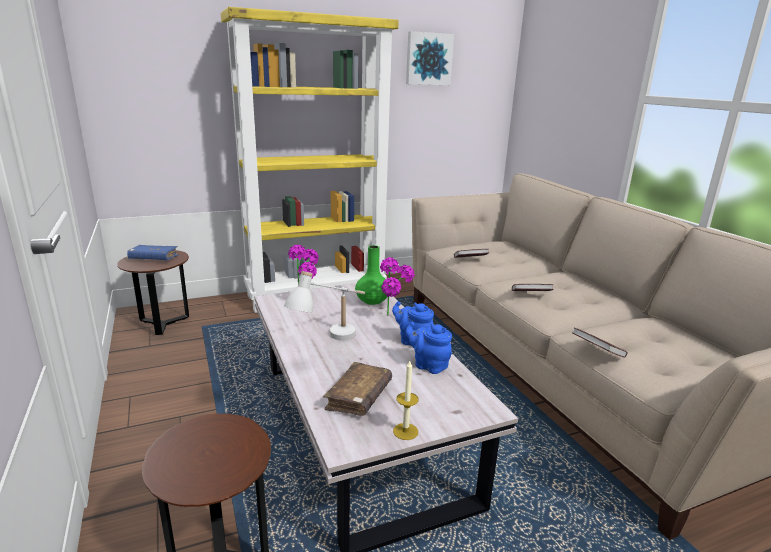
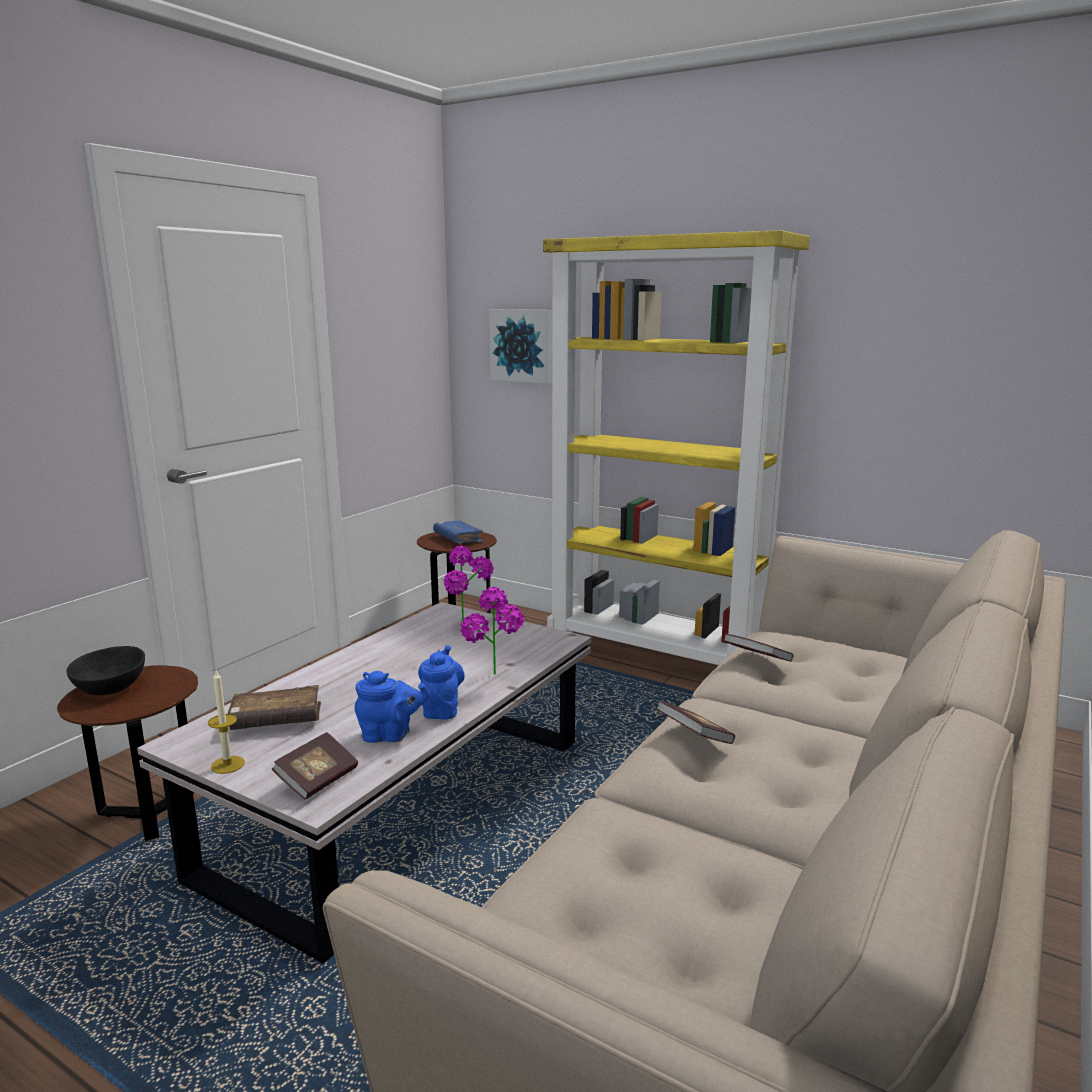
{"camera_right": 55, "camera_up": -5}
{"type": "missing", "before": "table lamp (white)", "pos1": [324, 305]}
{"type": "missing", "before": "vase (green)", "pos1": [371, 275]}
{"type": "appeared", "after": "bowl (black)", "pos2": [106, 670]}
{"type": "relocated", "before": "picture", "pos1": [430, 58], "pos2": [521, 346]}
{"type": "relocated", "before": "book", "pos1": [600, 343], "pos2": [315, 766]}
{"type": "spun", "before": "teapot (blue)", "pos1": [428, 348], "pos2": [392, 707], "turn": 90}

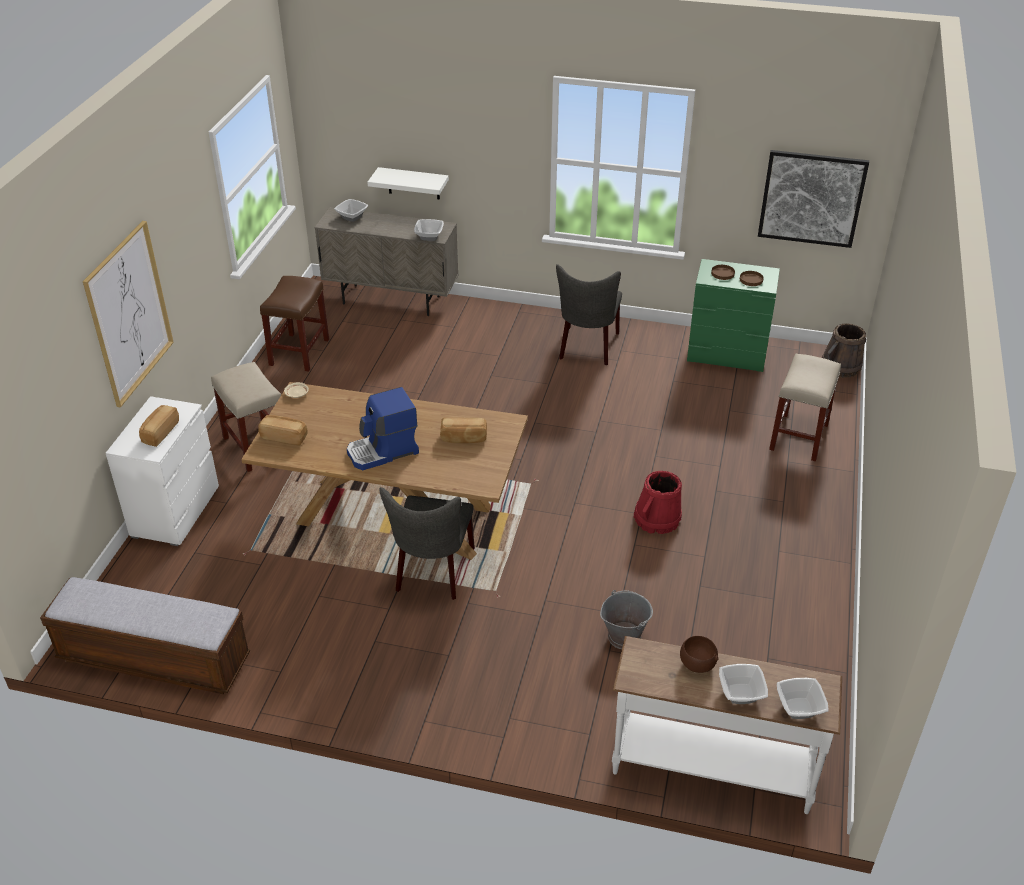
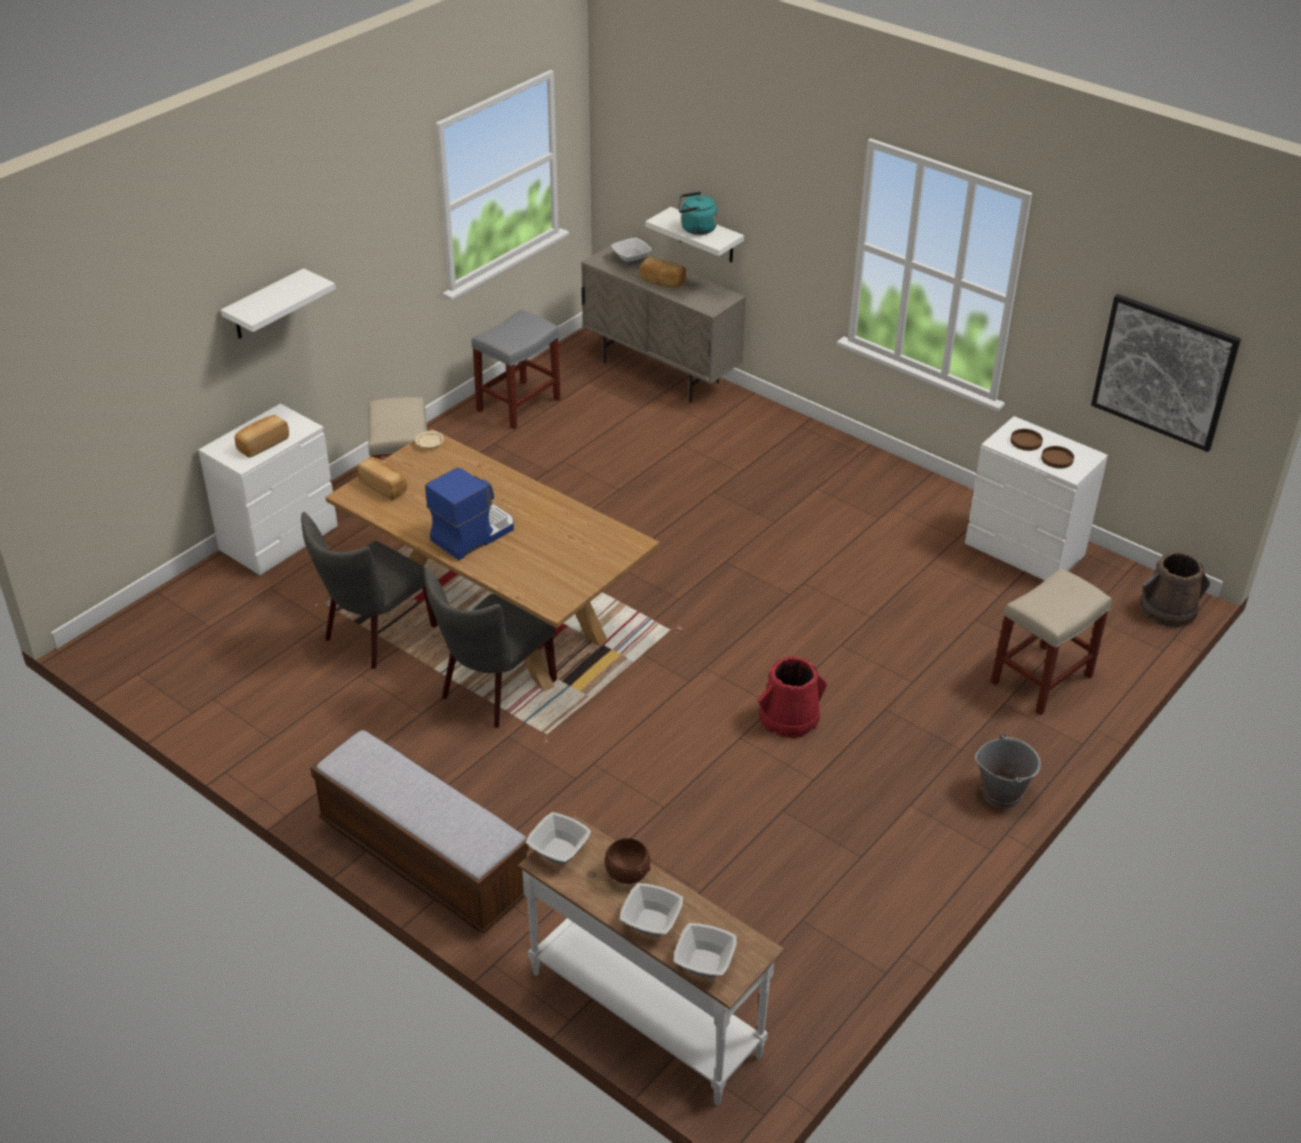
{"camera_right": 25, "camera_up": 0}
{"type": "appeared", "after": "kettle (turquoise)", "pos2": [697, 213]}
{"type": "relocated", "before": "bench", "pos1": [145, 635], "pos2": [419, 831]}
{"type": "relocated", "before": "bowl", "pos1": [429, 230], "pos2": [558, 838]}
{"type": "relocated", "before": "bread", "pos1": [463, 430], "pos2": [662, 272]}
{"type": "relocated", "before": "chair (grey)", "pos1": [589, 314], "pos2": [369, 590]}
{"type": "relocated", "before": "bucket (grey)", "pos1": [626, 619], "pos2": [1008, 771]}
{"type": "exchanged", "before": "picture", "after": "shelf (white)", "pos1": [128, 314], "pos2": [278, 303]}
{"type": "colour", "before": "stool (brown)", "after": "stool (grey)", "pos1": [294, 324], "pos2": [516, 369]}
{"type": "colour", "before": "dresser (green)", "after": "dresser (white)", "pos1": [733, 315], "pos2": [1036, 498]}
{"type": "spun", "before": "coffee machine", "pos1": [383, 428], "pos2": [469, 514], "turn": 135}

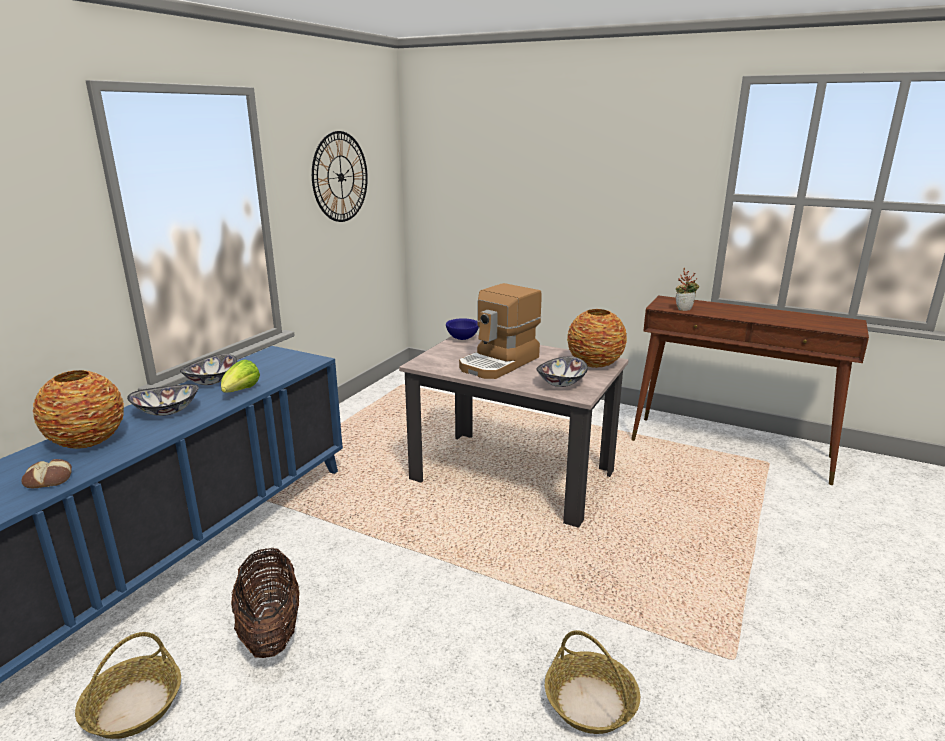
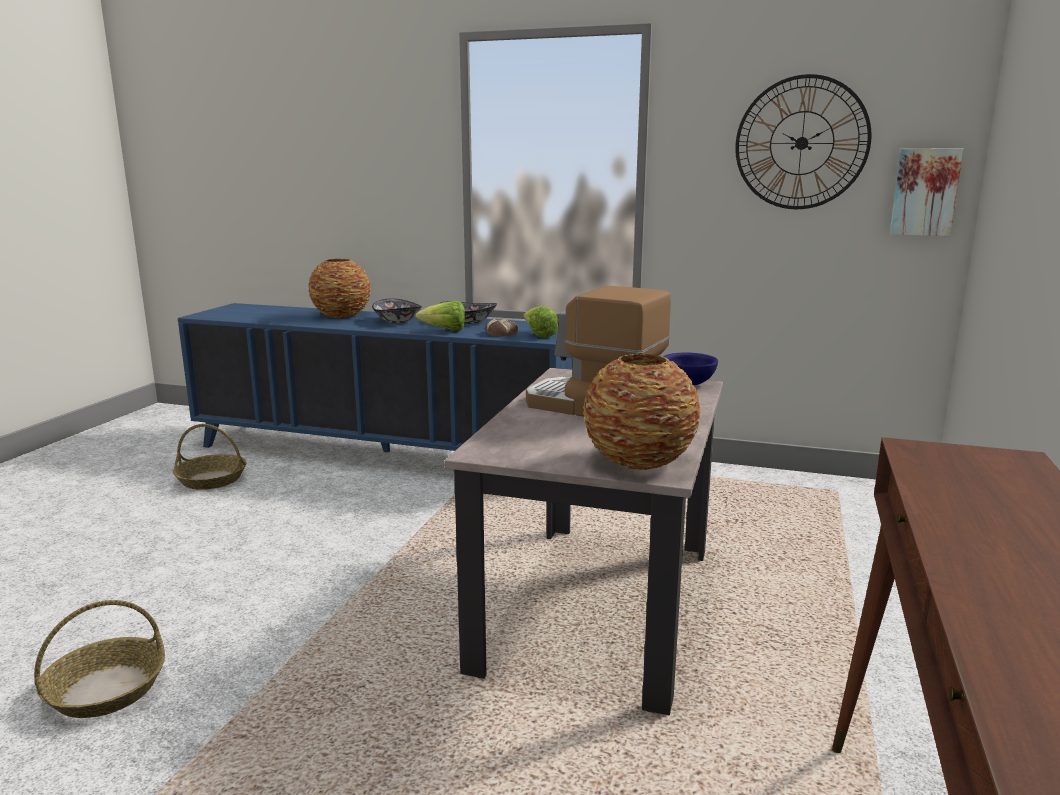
{"camera_right": 80, "camera_up": -5}
{"type": "missing", "before": "basket", "pos1": [265, 603]}
{"type": "missing", "before": "bowl", "pos1": [562, 372]}
{"type": "missing", "before": "potted plant", "pos1": [687, 289]}
{"type": "appeared", "after": "lettuce", "pos2": [540, 322]}
{"type": "appeared", "after": "picture", "pos2": [926, 192]}
{"type": "relocated", "before": "bread", "pos1": [46, 473], "pos2": [501, 327]}

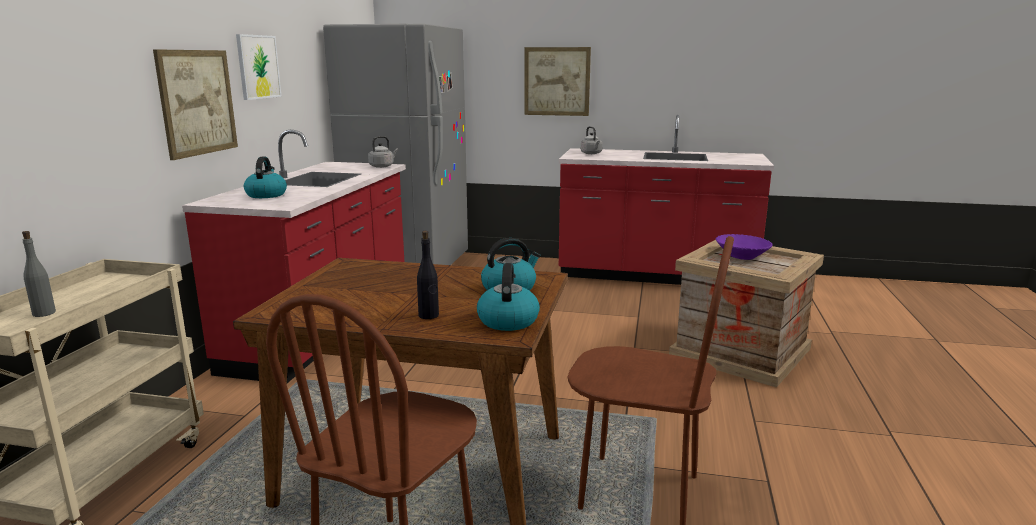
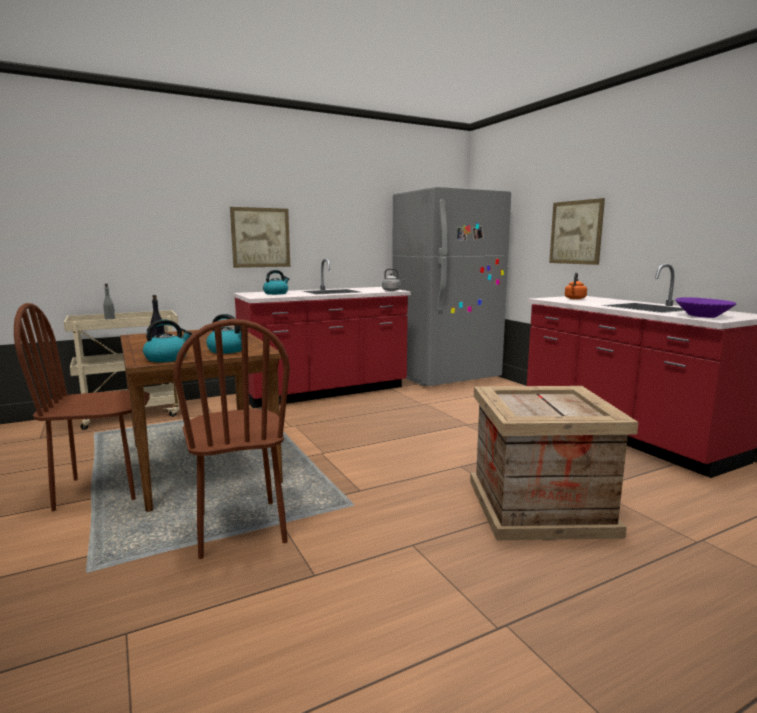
{"camera_right": 50, "camera_up": -5}
{"type": "missing", "before": "picture", "pos1": [259, 67]}
{"type": "relocated", "before": "bowl (purple)", "pos1": [744, 247], "pos2": [705, 307]}
{"type": "colour", "before": "kettle (grey)", "after": "kettle (orange)", "pos1": [591, 140], "pos2": [576, 285]}

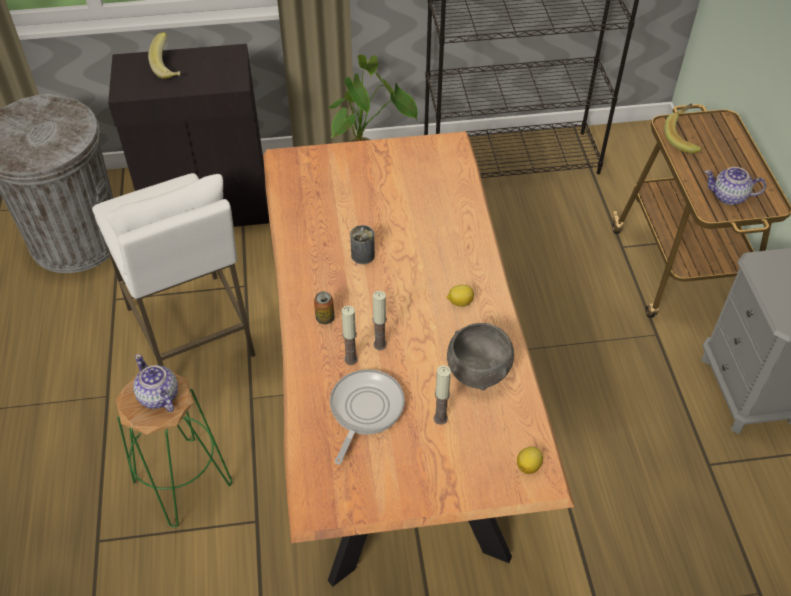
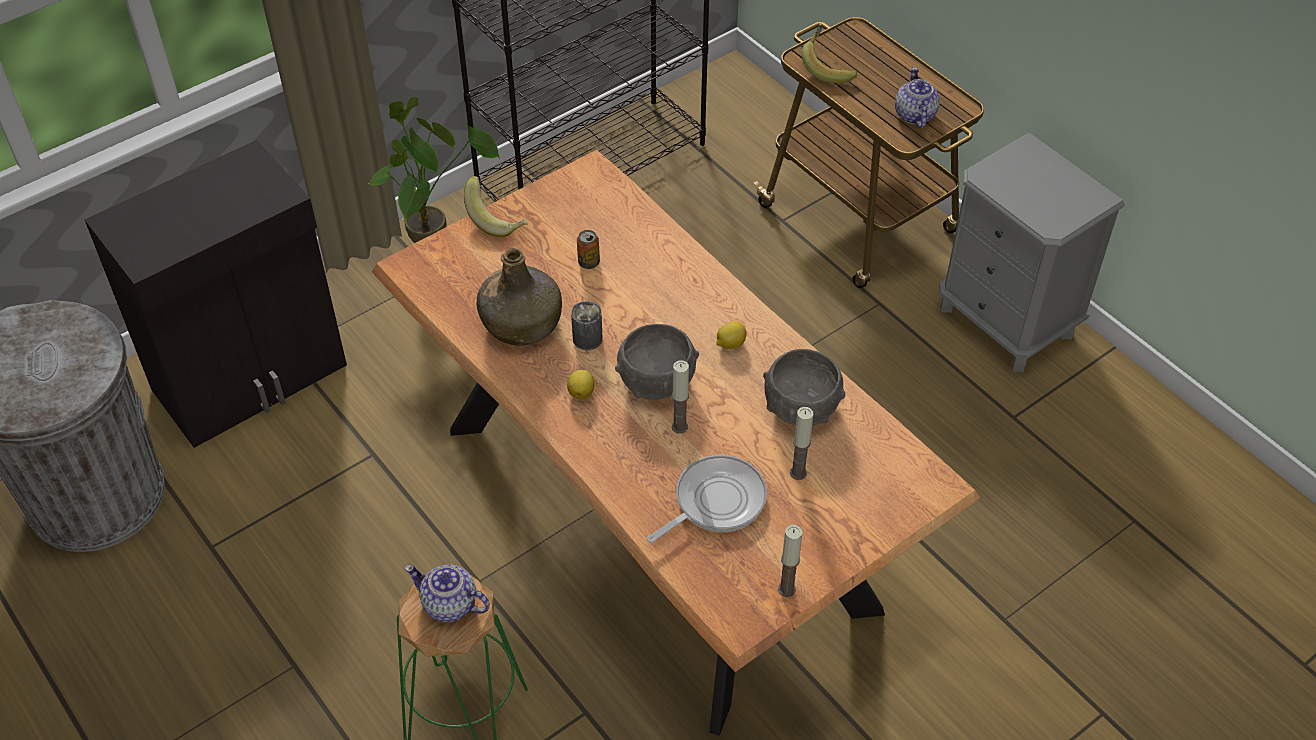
{"camera_right": -30, "camera_up": 0}
{"type": "missing", "before": "stool (white)", "pos1": [174, 269]}
{"type": "appeared", "after": "bottle (green)", "pos2": [519, 297]}
{"type": "appeared", "after": "bowl (grey)", "pos2": [657, 362]}
{"type": "relocated", "before": "banana", "pos1": [164, 55], "pos2": [496, 206]}
{"type": "relocated", "before": "can", "pos1": [324, 307], "pos2": [588, 249]}
{"type": "relocated", "before": "candle", "pos1": [349, 335], "pos2": [790, 561]}
{"type": "relocated", "before": "lemon", "pos1": [530, 460], "pos2": [580, 385]}
{"type": "spun", "before": "frying pan", "pos1": [367, 417], "pos2": [707, 499], "turn": 60}
{"type": "spun", "before": "teapot", "pos1": [735, 186], "pos2": [917, 97], "turn": 105}

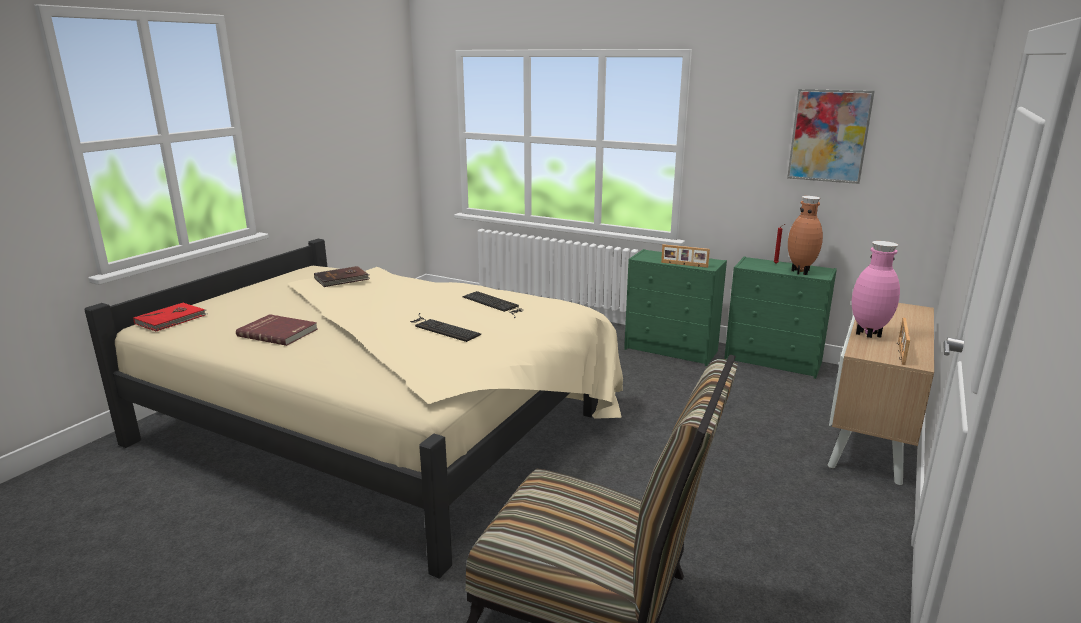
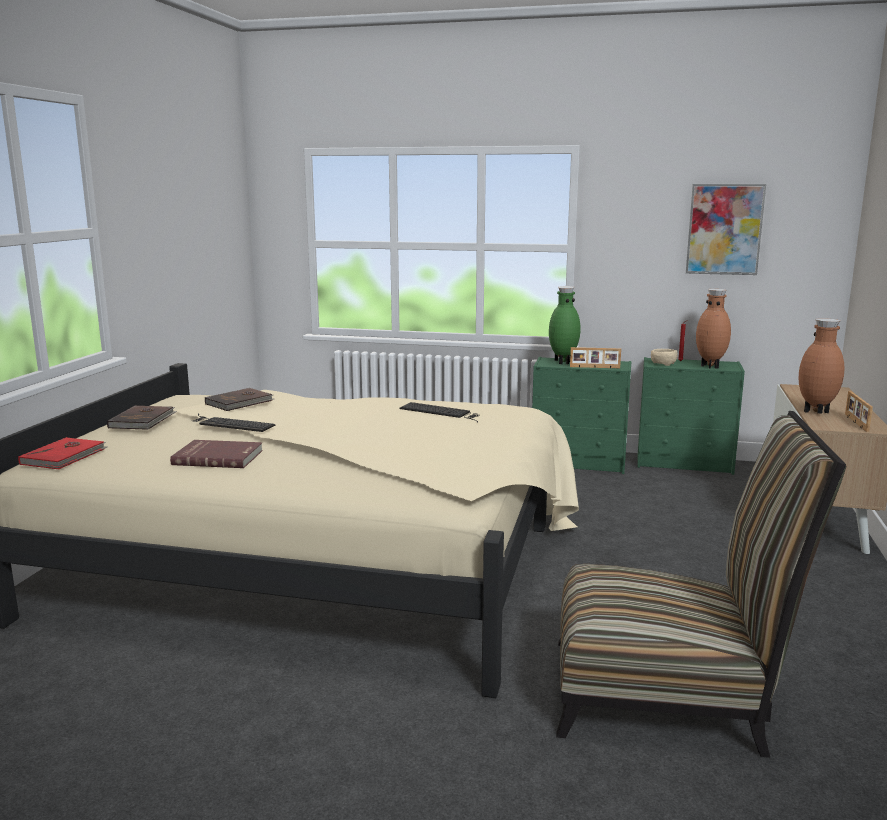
{"camera_right": -15, "camera_up": -5}
{"type": "appeared", "after": "book (brown)", "pos2": [142, 417]}
{"type": "appeared", "after": "vase (green)", "pos2": [564, 325]}
{"type": "appeared", "after": "bowl (beige)", "pos2": [664, 357]}
{"type": "relocated", "before": "keyboard", "pos1": [445, 327], "pos2": [234, 422]}
{"type": "colour", "before": "vase (pink)", "after": "vase (brown)", "pos1": [876, 289], "pos2": [821, 366]}

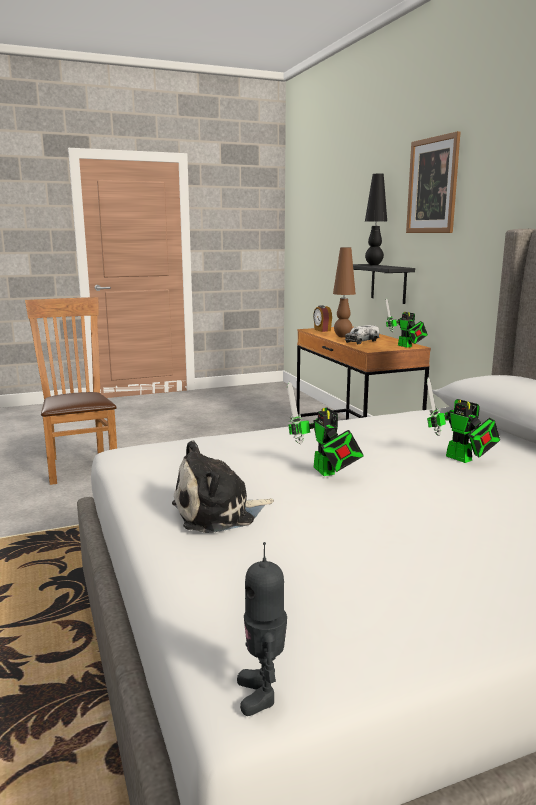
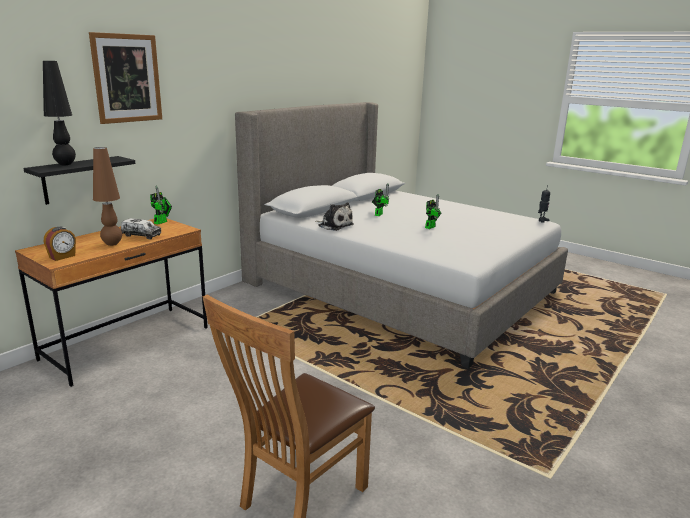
{"camera_right": -120, "camera_up": 5}
{"type": "relocated", "before": "plush toy", "pos1": [223, 486], "pos2": [334, 217]}

